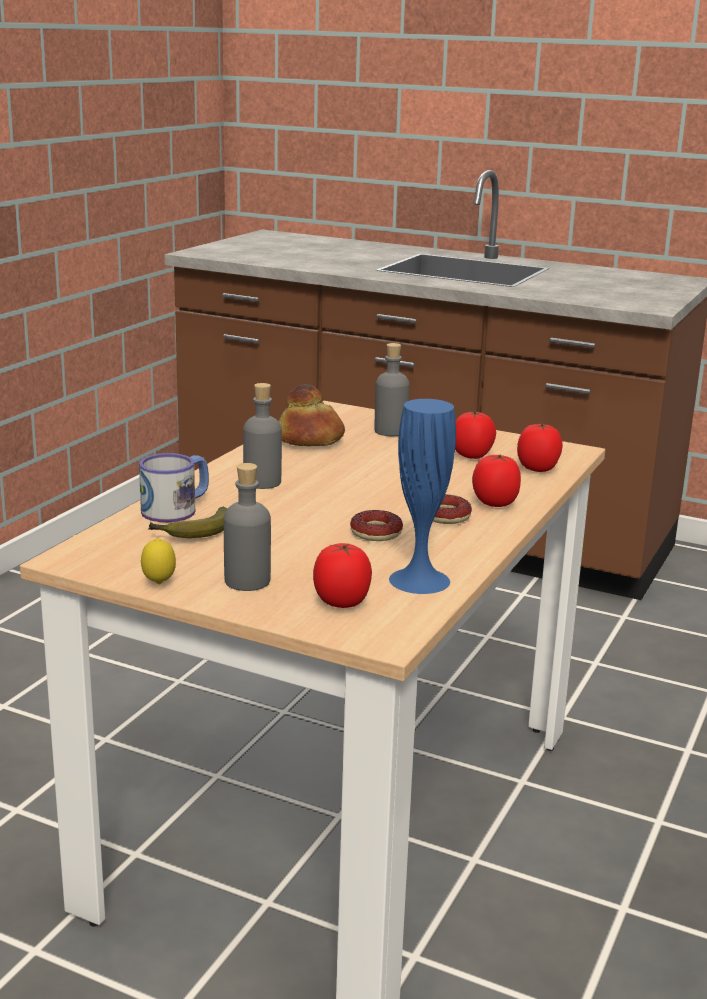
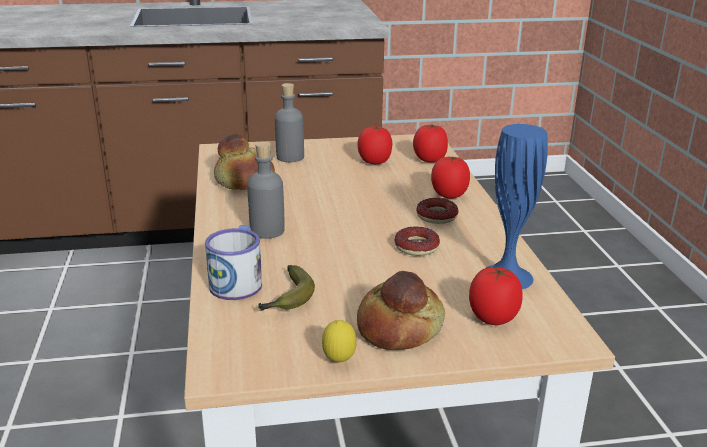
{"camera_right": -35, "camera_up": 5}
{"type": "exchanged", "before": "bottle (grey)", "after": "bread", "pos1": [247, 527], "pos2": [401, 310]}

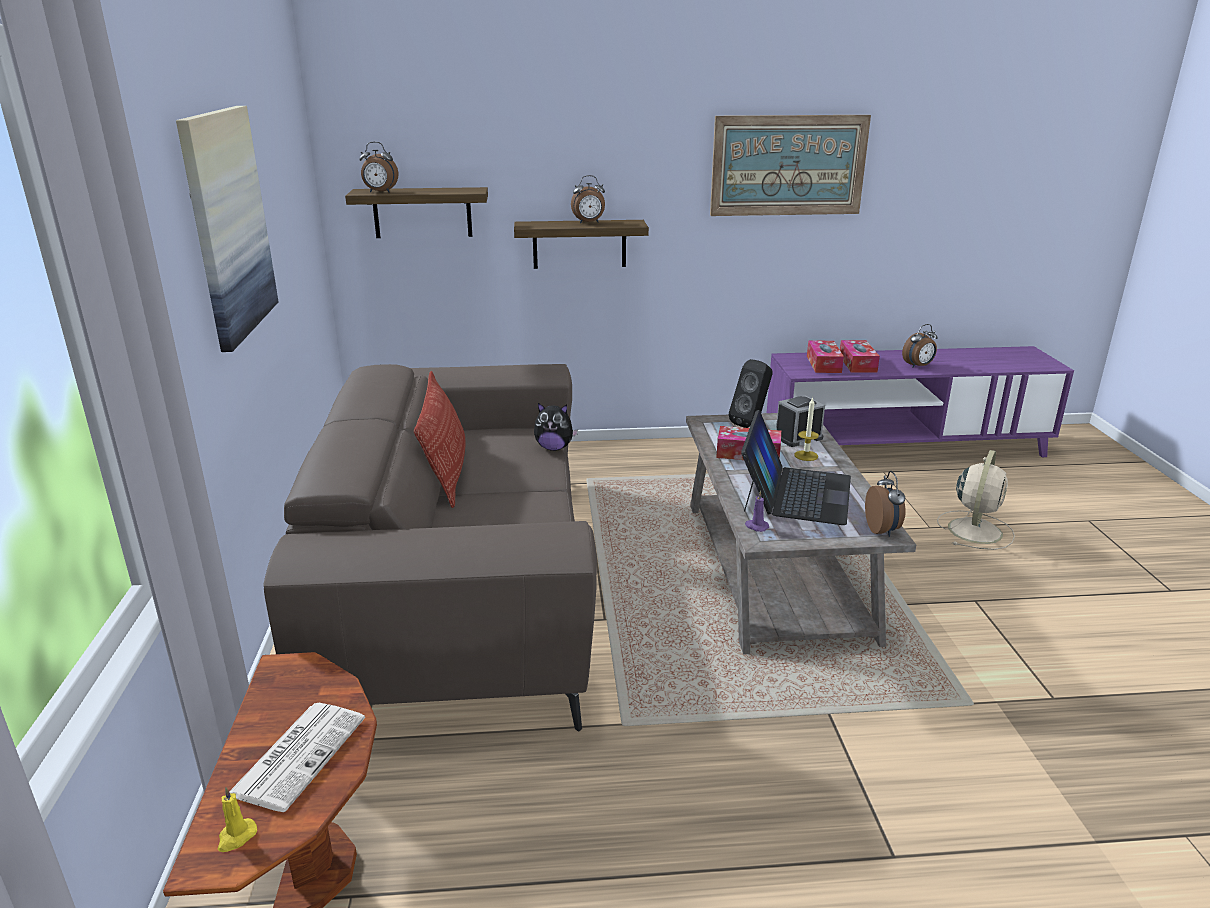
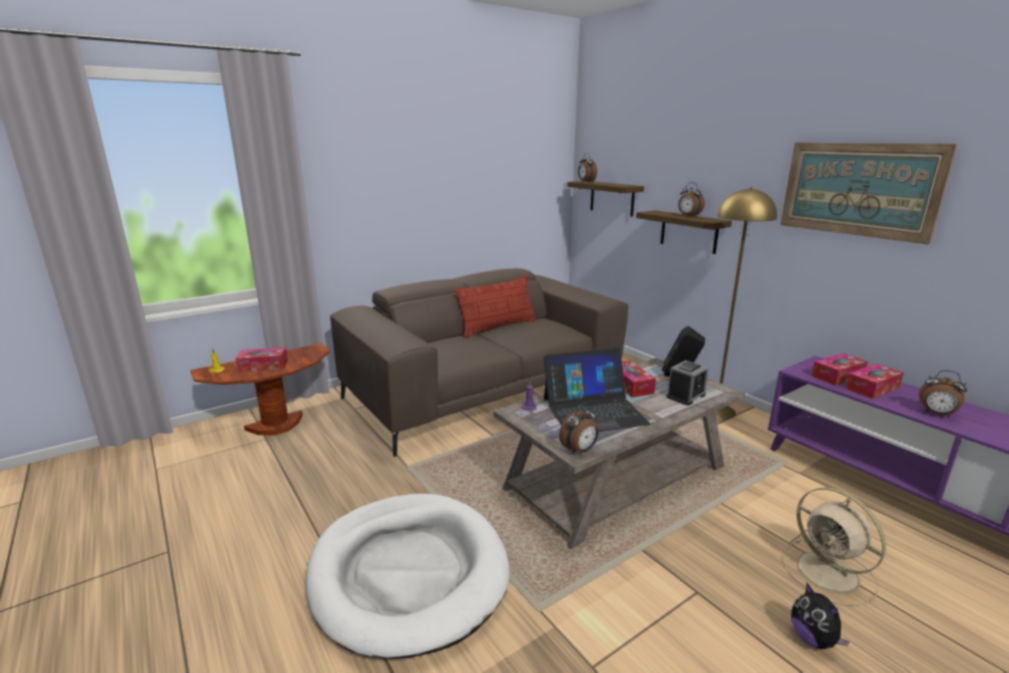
{"camera_right": 60, "camera_up": -5}
{"type": "missing", "before": "picture", "pos1": [227, 229]}
{"type": "missing", "before": "candle", "pos1": [806, 429]}
{"type": "appeared", "after": "dog bed (white)", "pos2": [408, 576]}
{"type": "appeared", "after": "floor lamp (yellow)", "pos2": [746, 303]}
{"type": "relocated", "before": "plush toy", "pos1": [556, 427], "pos2": [820, 616]}
{"type": "exchanged", "before": "newspaper", "after": "tissue box", "pos1": [297, 757], "pos2": [261, 359]}
{"type": "spun", "before": "alarm clock", "pos1": [800, 421], "pos2": [688, 382], "turn": 105}
{"type": "spun", "before": "fan (beige)", "pos1": [976, 500], "pos2": [834, 546], "turn": 60}

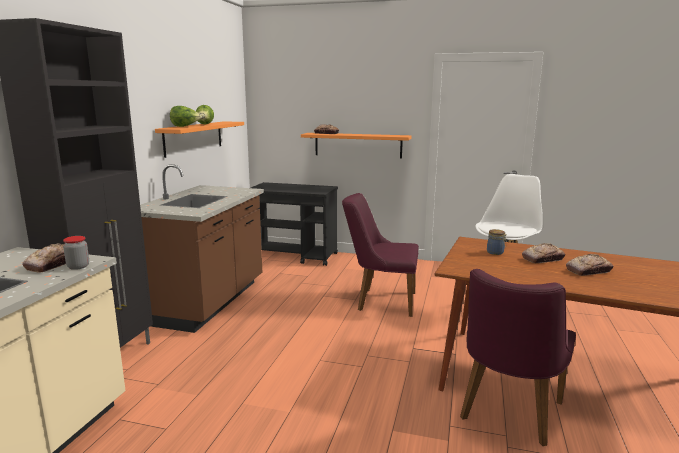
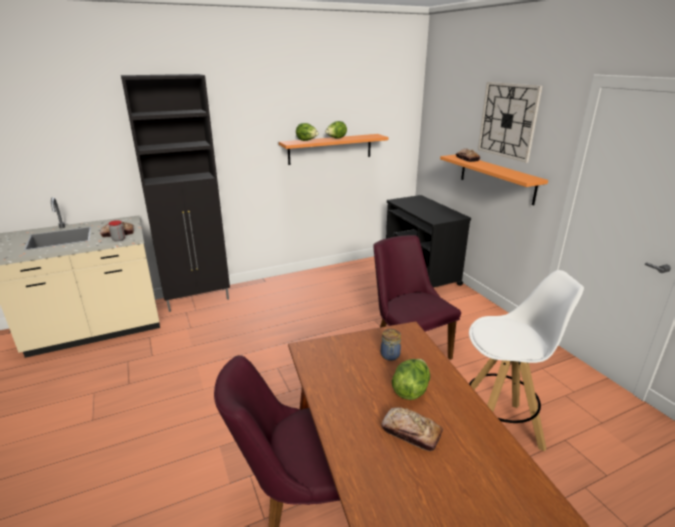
{"camera_right": 50, "camera_up": 10}
{"type": "missing", "before": "counter (brown)", "pos1": [202, 248]}
{"type": "appeared", "after": "wall clock", "pos2": [510, 122]}
{"type": "exchanged", "before": "bread", "after": "lettuce", "pos1": [543, 253], "pos2": [411, 379]}

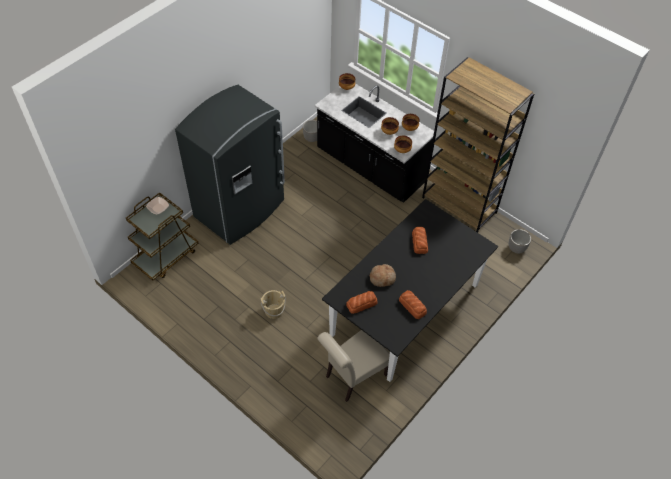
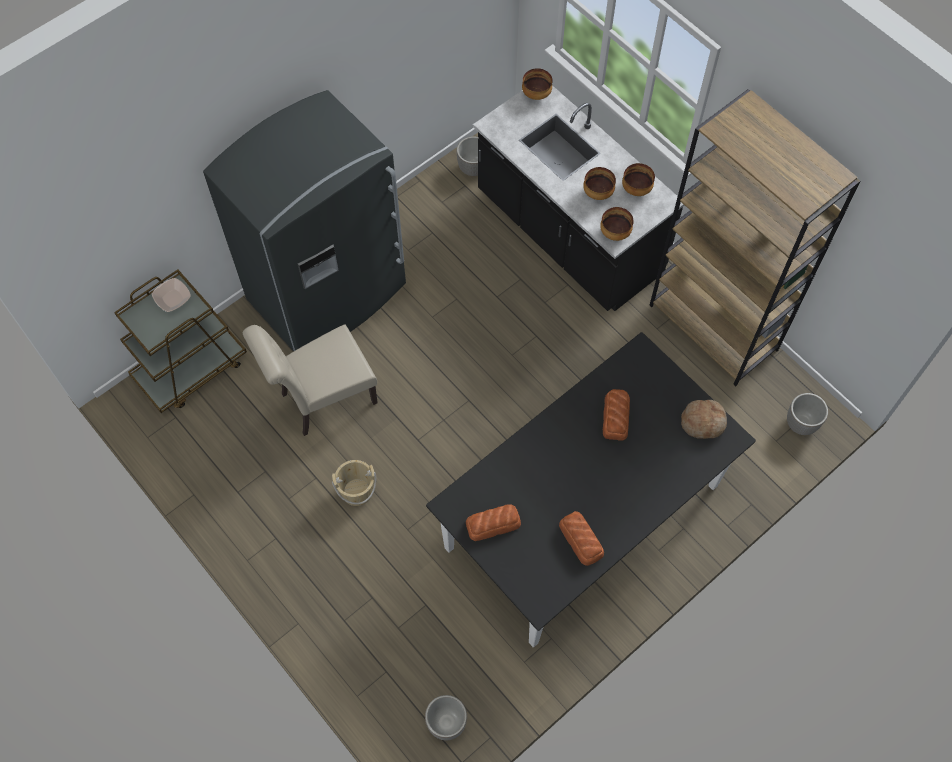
{"camera_right": 10, "camera_up": 10}
{"type": "appeared", "after": "planter", "pos2": [446, 718]}
{"type": "relocated", "before": "chair (beige)", "pos1": [353, 366], "pos2": [310, 380]}
{"type": "relocated", "before": "bread", "pos1": [383, 275], "pos2": [704, 419]}

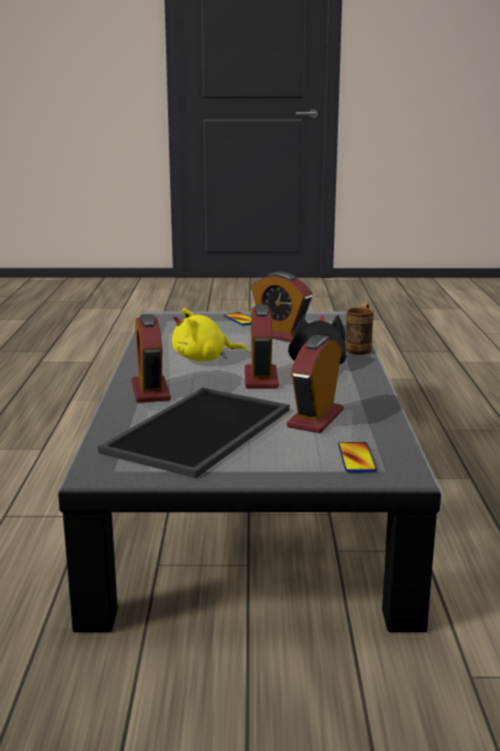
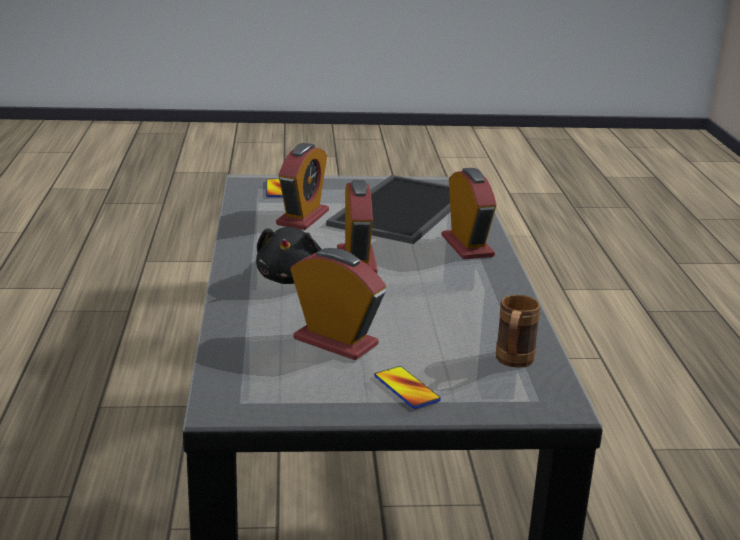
{"camera_right": 175, "camera_up": 5}
{"type": "missing", "before": "plush toy (yellow)", "pos1": [209, 335]}
{"type": "relocated", "before": "mug (brown)", "pos1": [359, 329], "pos2": [518, 331]}

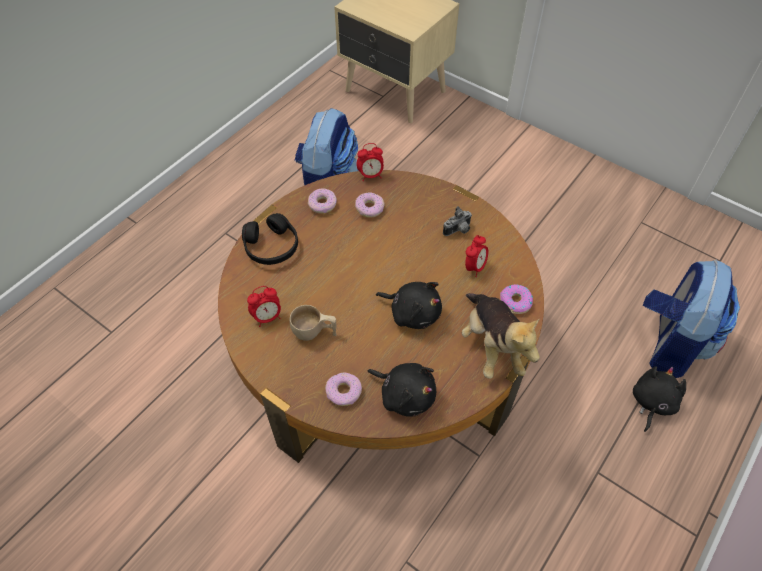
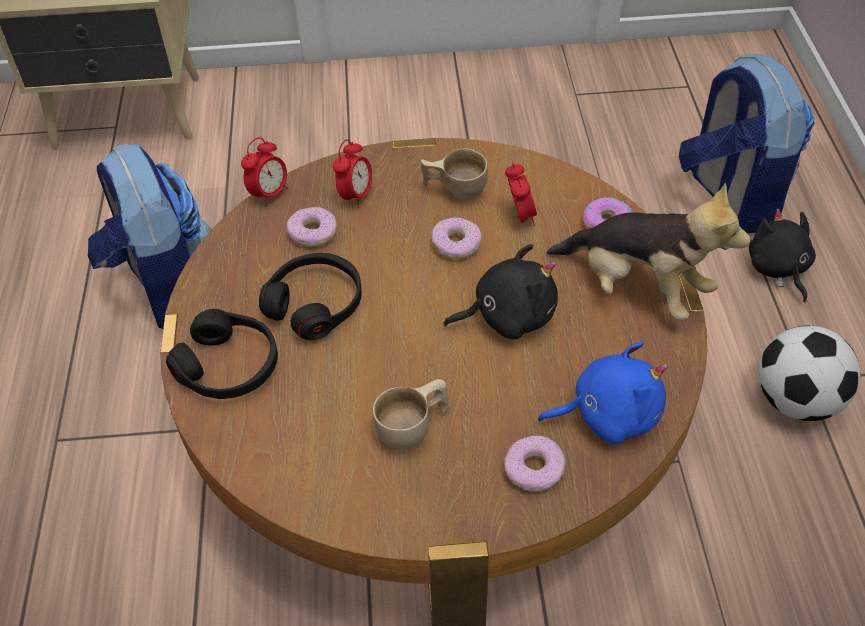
{"camera_right": -40, "camera_up": -5}
{"type": "appeared", "after": "headphones (black)", "pos2": [310, 296]}
{"type": "appeared", "after": "football", "pos2": [809, 373]}
{"type": "relocated", "before": "alarm clock", "pos1": [264, 306], "pos2": [352, 173]}
{"type": "relocated", "before": "donut", "pos1": [322, 201], "pos2": [457, 238]}
{"type": "exchanged", "before": "photo camera", "after": "cup (beige)", "pos1": [457, 221], "pos2": [454, 174]}
{"type": "colour", "before": "plush toy (black)", "after": "plush toy (blue)", "pos1": [401, 390], "pos2": [602, 393]}

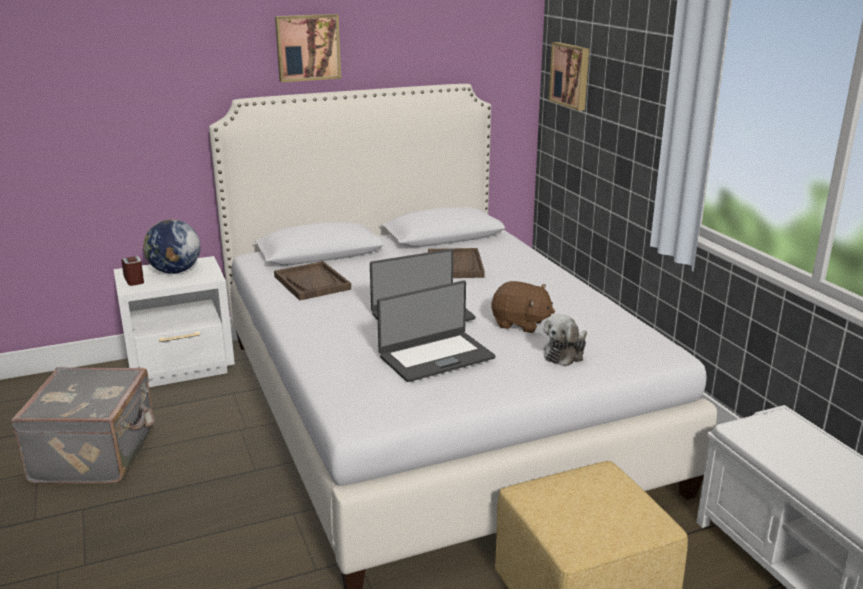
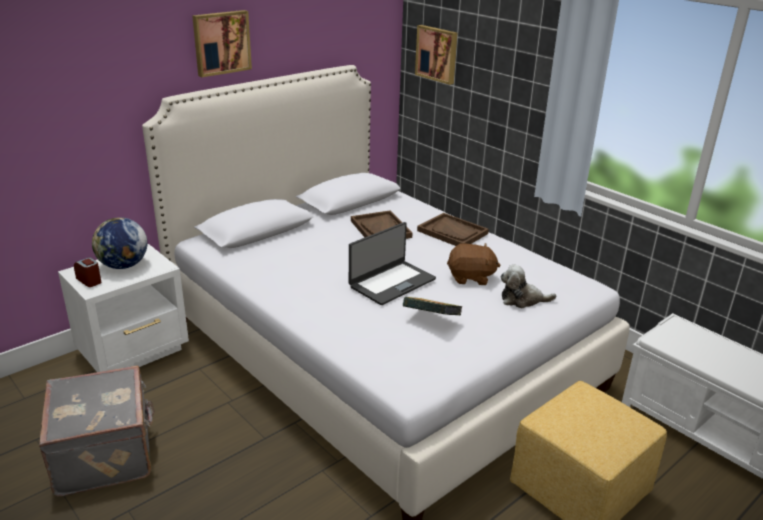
{"camera_right": -20, "camera_up": 5}
{"type": "relocated", "before": "tray (brown)", "pos1": [312, 281], "pos2": [453, 229]}
{"type": "exchanged", "before": "laptop", "after": "book", "pos1": [436, 331], "pos2": [432, 306]}
{"type": "spun", "before": "plush toy", "pos1": [565, 340], "pos2": [528, 286], "turn": 75}

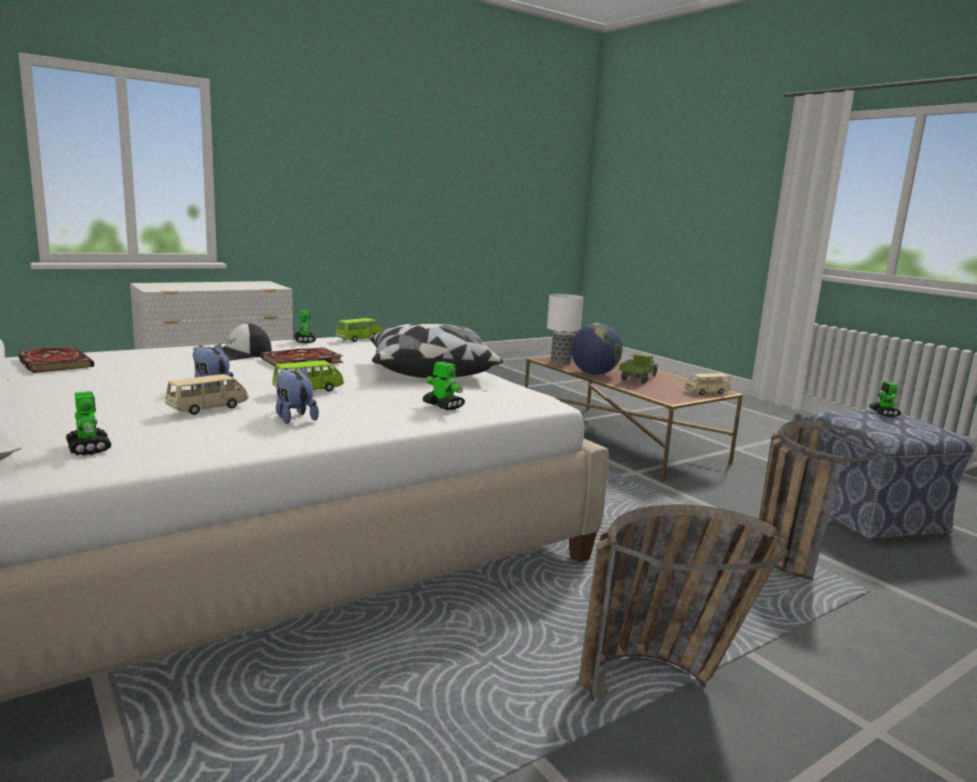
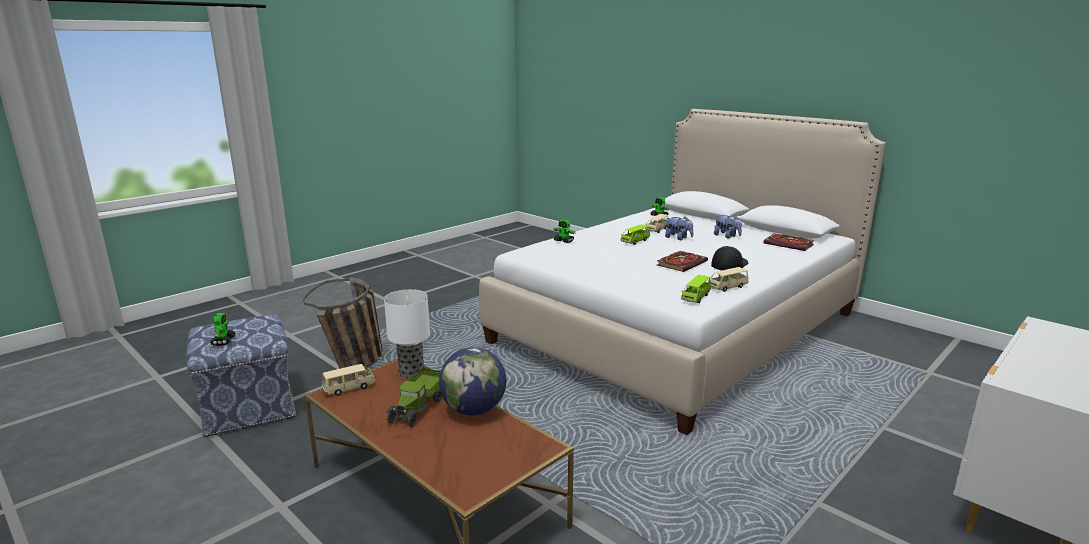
{"camera_right": 170, "camera_up": 5}
{"type": "missing", "before": "pillow", "pos1": [436, 350]}
{"type": "missing", "before": "basket", "pos1": [683, 603]}
{"type": "relocated", "before": "plush toy", "pos1": [297, 395], "pos2": [728, 227]}
{"type": "relocated", "before": "table lamp", "pos1": [565, 329], "pos2": [407, 334]}
{"type": "exchanged", "before": "toy robot", "after": "toy car (beige)", "pos1": [305, 326], "pos2": [728, 279]}

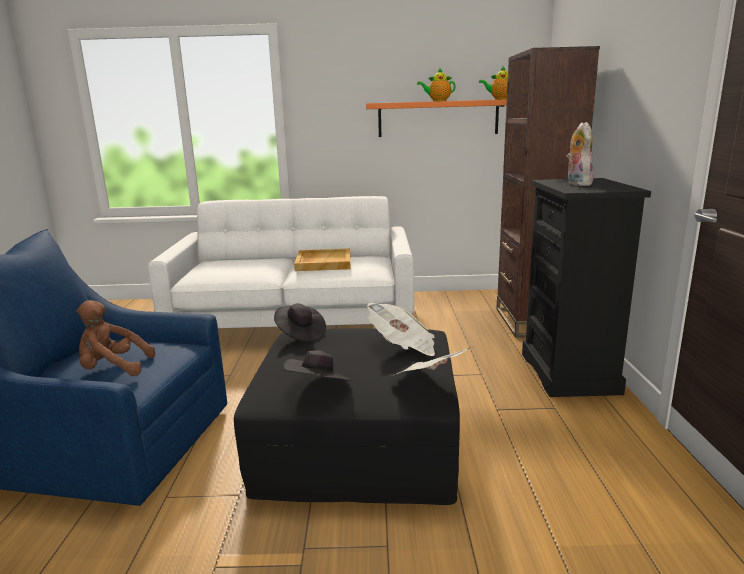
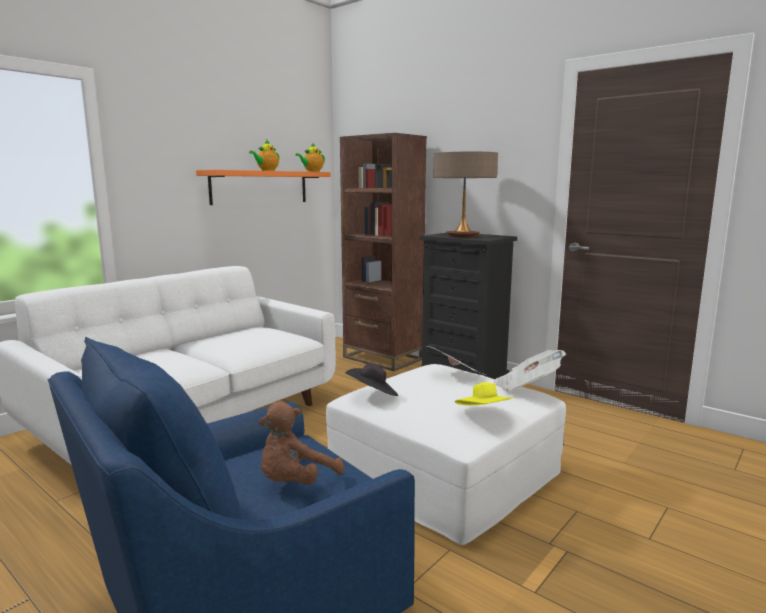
{"camera_right": -50, "camera_up": -5}
{"type": "missing", "before": "tray (beige)", "pos1": [322, 260]}
{"type": "exchanged", "before": "plush toy", "after": "table lamp", "pos1": [580, 154], "pos2": [465, 195]}
{"type": "colour", "before": "ottoman (black)", "after": "ottoman (white)", "pos1": [347, 416], "pos2": [446, 454]}
{"type": "colour", "before": "hat (black)", "after": "hat (yellow)", "pos1": [317, 365], "pos2": [484, 394]}

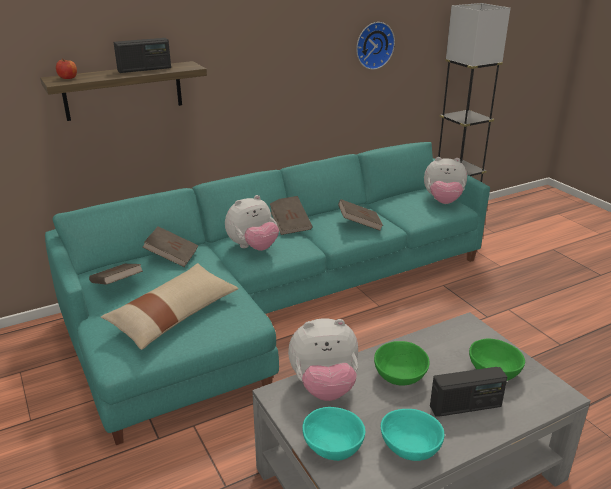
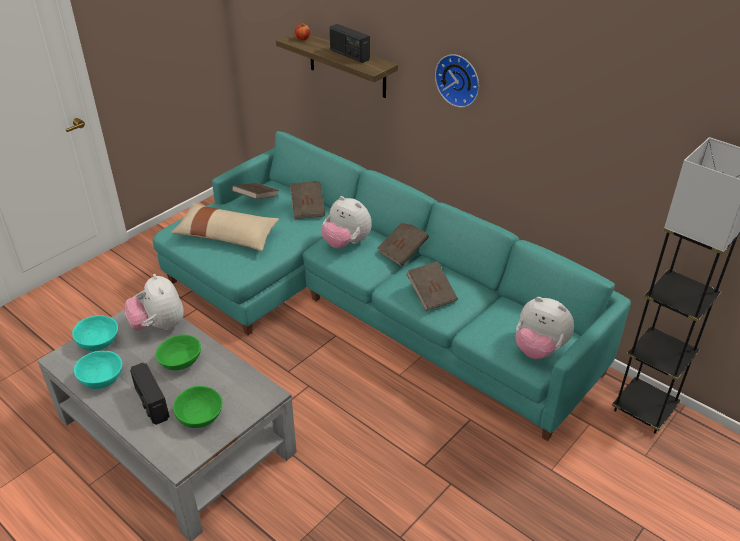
{"camera_right": 70, "camera_up": 10}
{"type": "relocated", "before": "wall clock", "pos1": [375, 46], "pos2": [457, 80]}
{"type": "spun", "before": "plush toy", "pos1": [445, 180], "pos2": [544, 328], "turn": -45}

